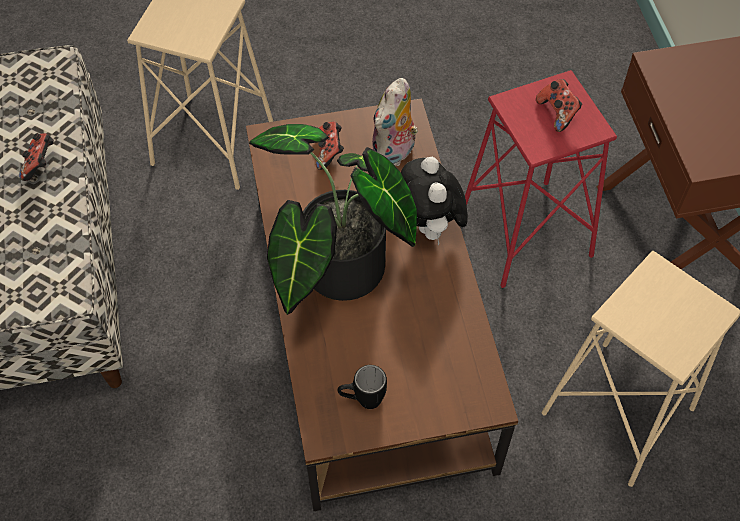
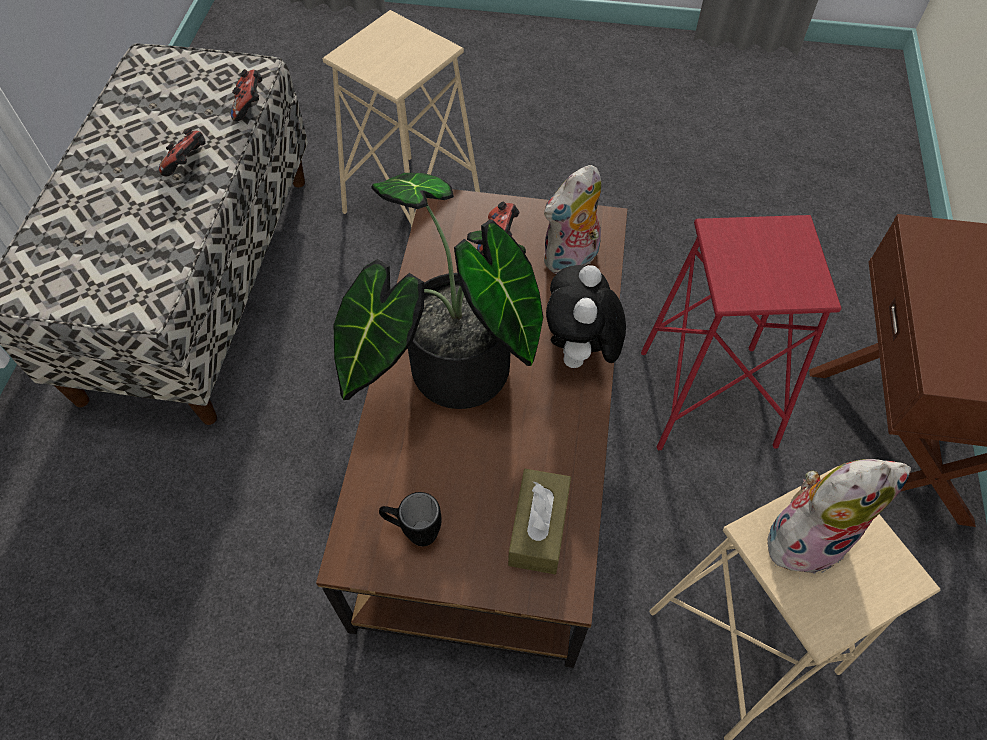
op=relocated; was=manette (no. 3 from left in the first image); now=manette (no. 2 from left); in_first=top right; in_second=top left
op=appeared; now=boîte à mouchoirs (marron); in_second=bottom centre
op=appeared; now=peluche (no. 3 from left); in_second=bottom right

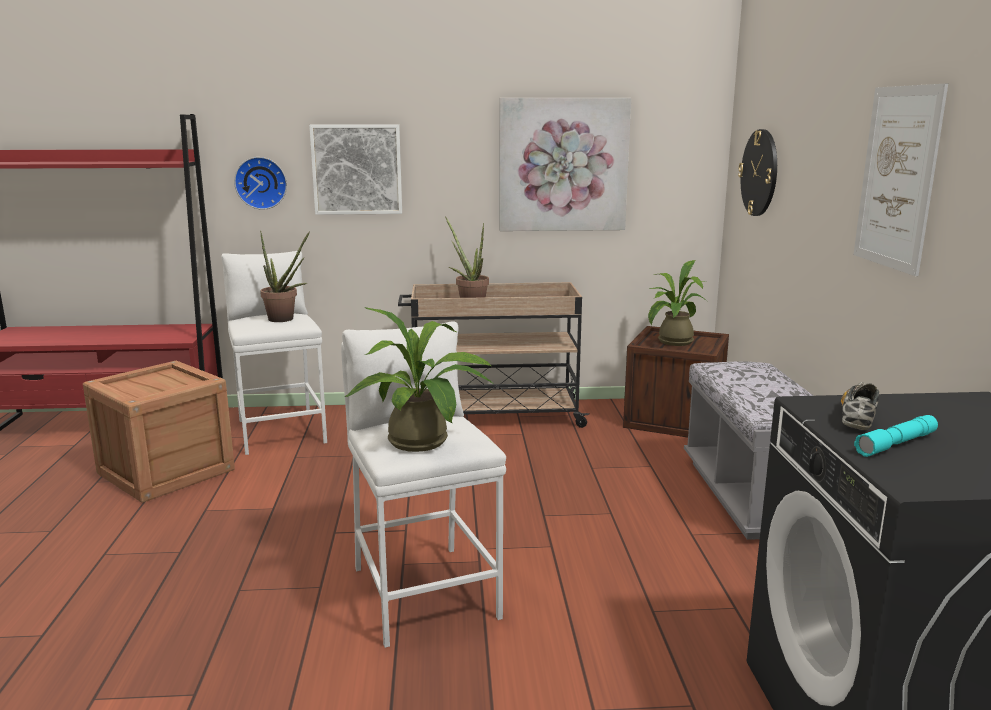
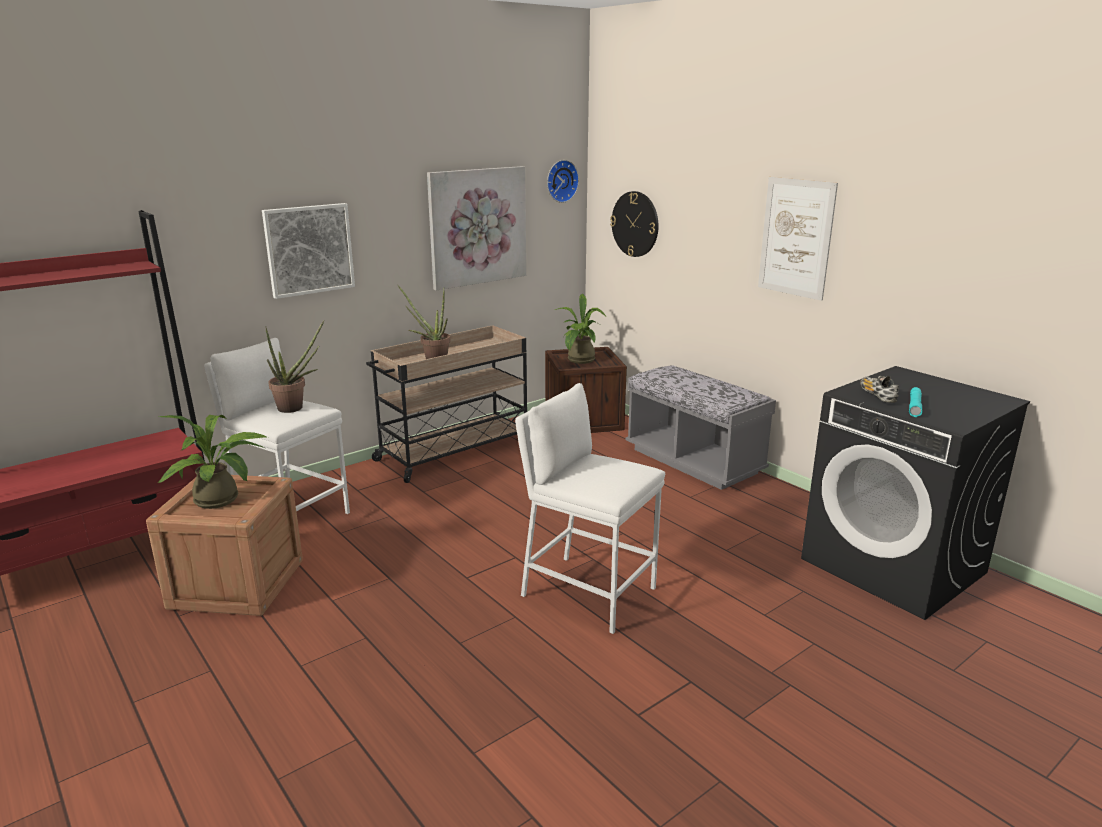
op=relocated; was=horloge murale (no. 1 from left); in_first=top left; in_second=top centre
op=relocated; was=plante en pot (no. 2 from left in the first image); now=plante en pot (no. 1 from left); in_first=centre; in_second=middle left

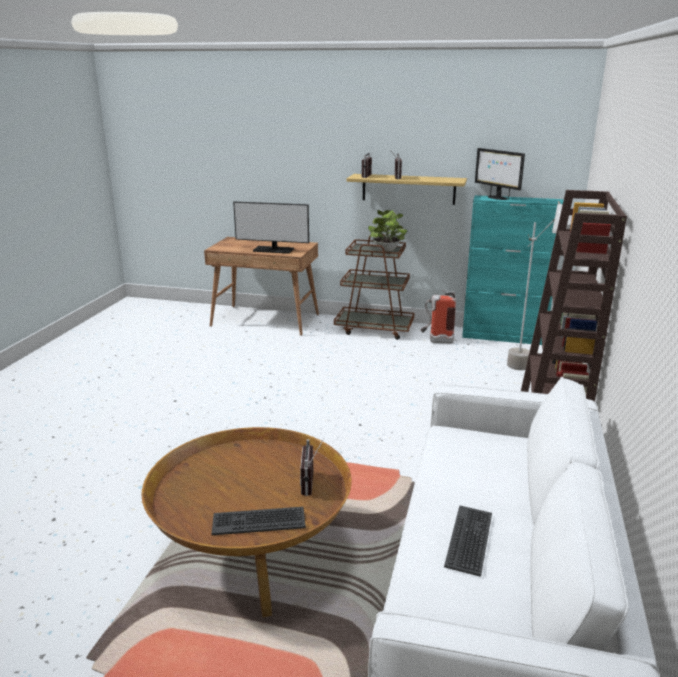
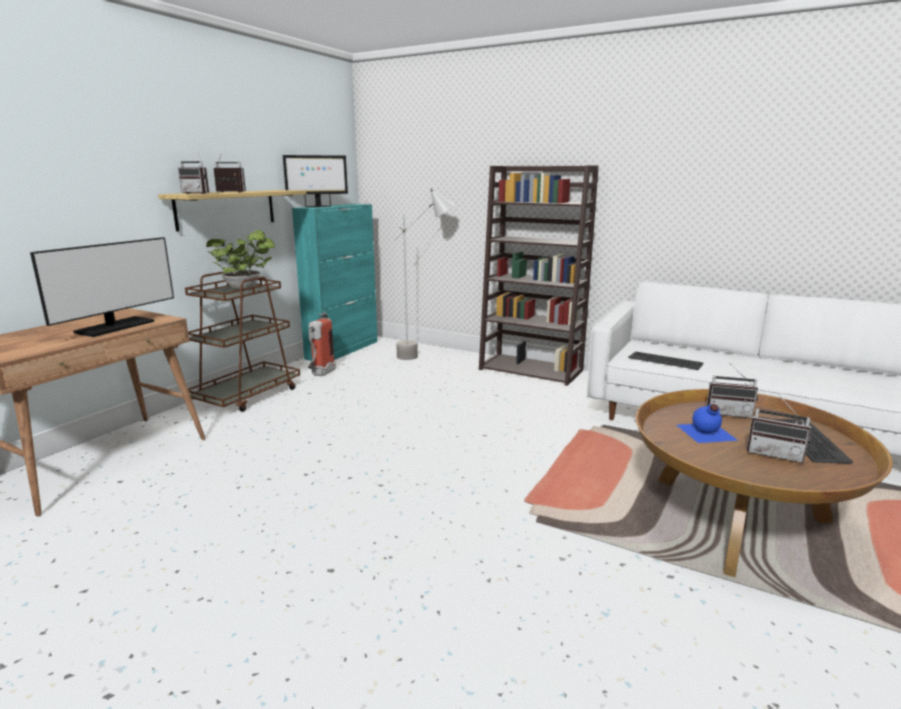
op=relocated; was=clavier (no. 2 from left in the first image); now=clavier (no. 1 from left); in_first=bottom right; in_second=middle right
op=appeared; now=bouteille (bleu); in_second=middle right
op=appeared; now=radio (no. 4 from left); in_second=middle right

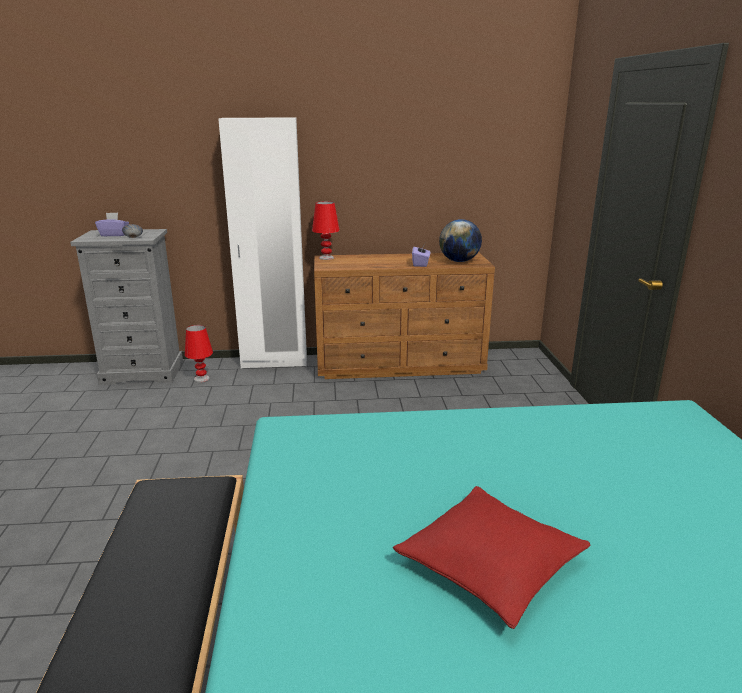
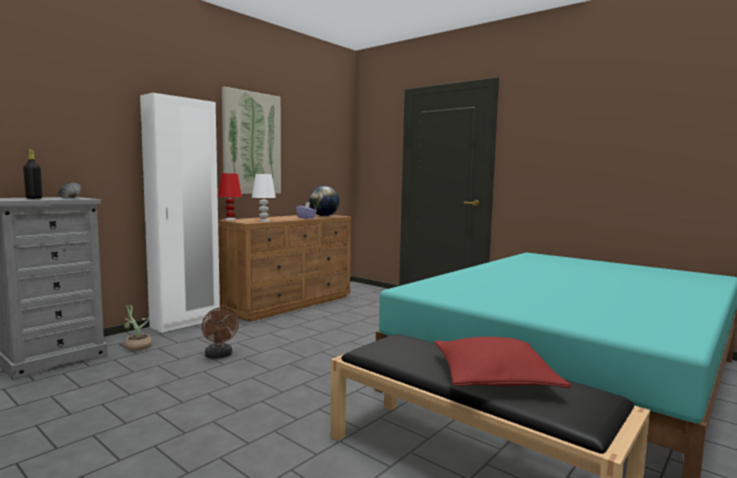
op=exchanged; was=boîte à mouchoirs (violet) (no. 1 from left); now=bouteille (noir); in_first=top left; in_second=middle left
op=exchanged; was=lampe de table (rouge) (no. 1 from left); now=plante en pot; in_first=middle left; in_second=bottom left
op=relocated; was=coussin (rouge); in_first=bottom centre; in_second=bottom right
op=appeared; now=ventilateur (marron); in_second=bottom left
op=appeared; now=tableau; in_second=top centre
op=appeared; now=lampe de table (blanc); in_second=centre

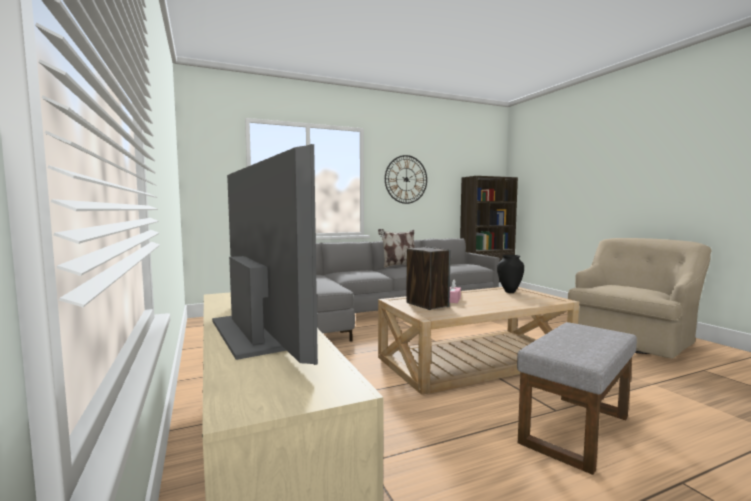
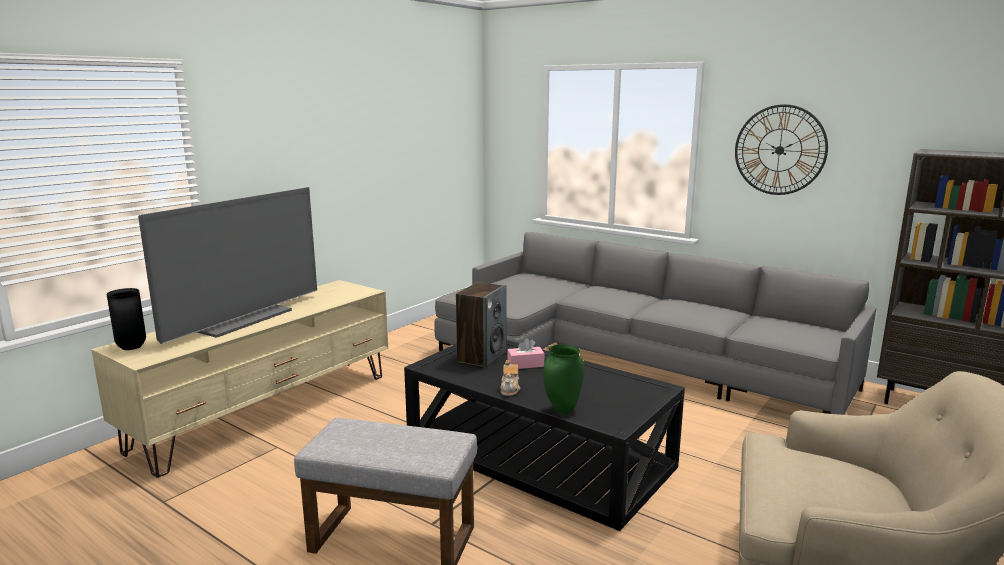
op=missing; was=coussin; in_first=centre
op=colour; was=table basse (beige); now=table basse (noir); in_first=bottom centre; in_second=bottom centre
op=relocated; was=vase (noir); in_first=middle right; in_second=middle left
op=appeared; now=théière; in_second=bottom centre
op=appeared; now=vase (vert); in_second=bottom centre

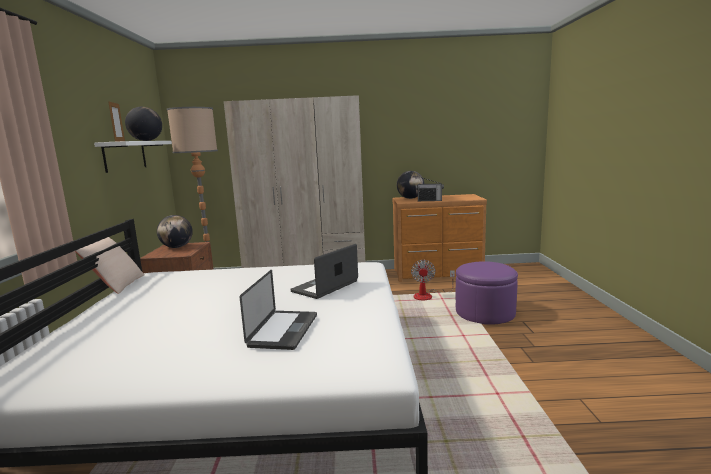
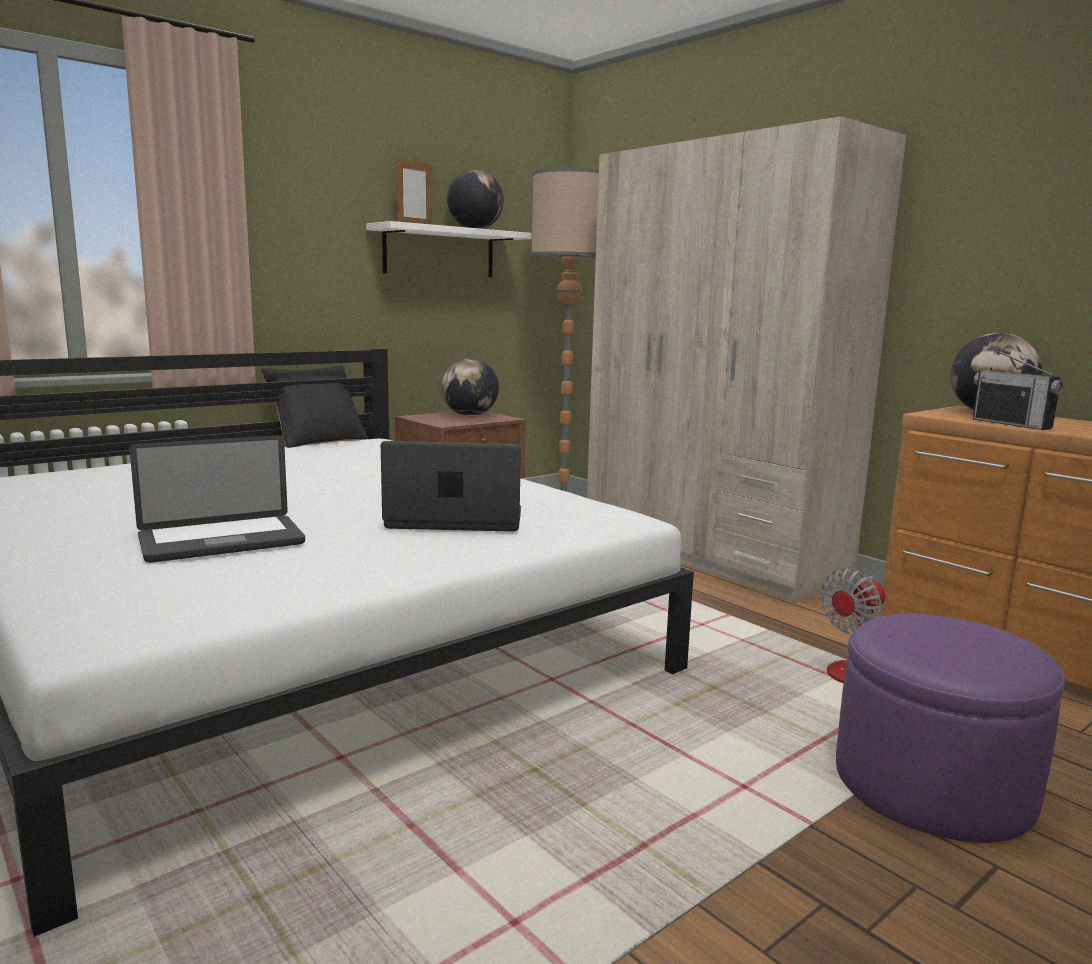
op=colour; was=coussin (beige); now=coussin (noir); in_first=middle left; in_second=middle left

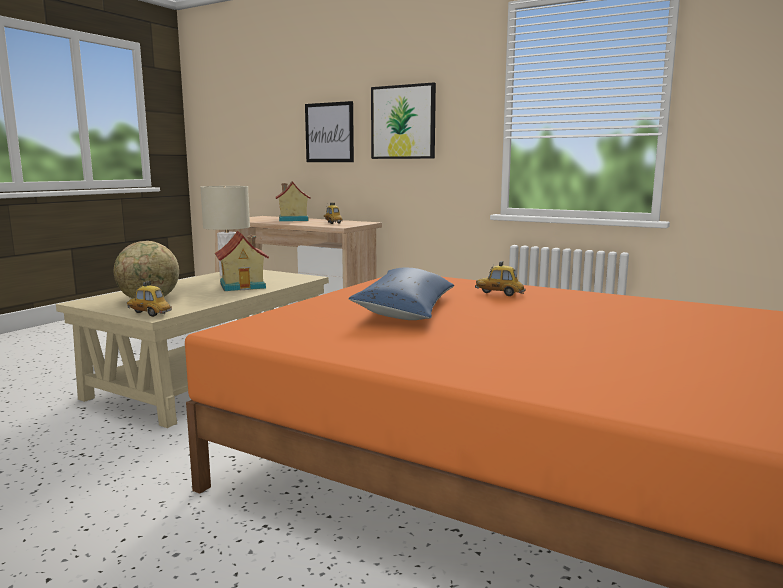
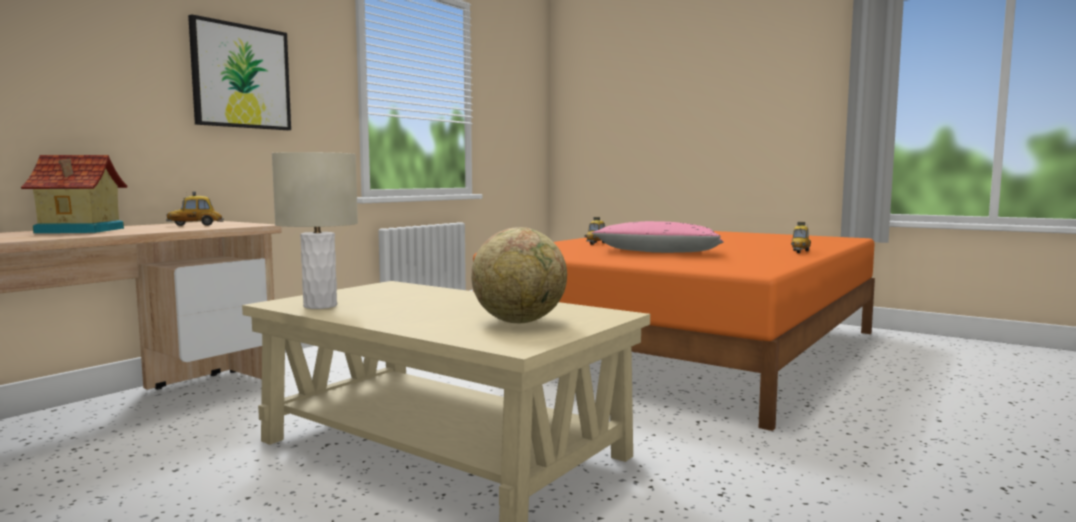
op=relocated; was=petite voiture (no. 1 from left in the first image); now=petite voiture (no. 3 from left); in_first=middle left; in_second=middle right
op=missing; was=maison miniature (no. 1 from left); in_first=middle left
op=missing; was=tableau (no. 1 from left); in_first=top centre
op=colour; was=coussin (bleu); now=coussin (rose); in_first=centre; in_second=centre

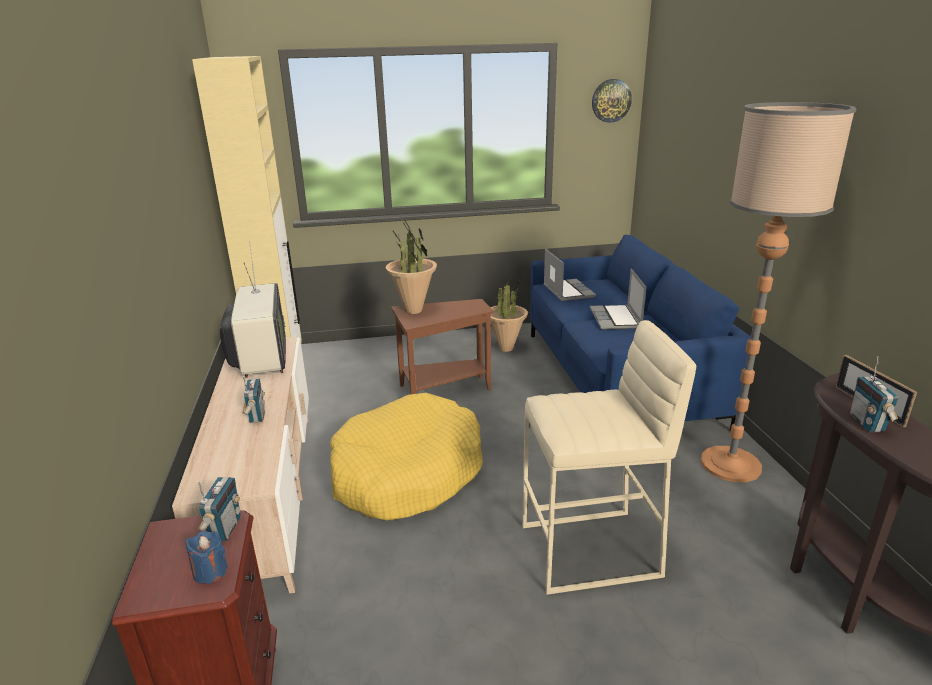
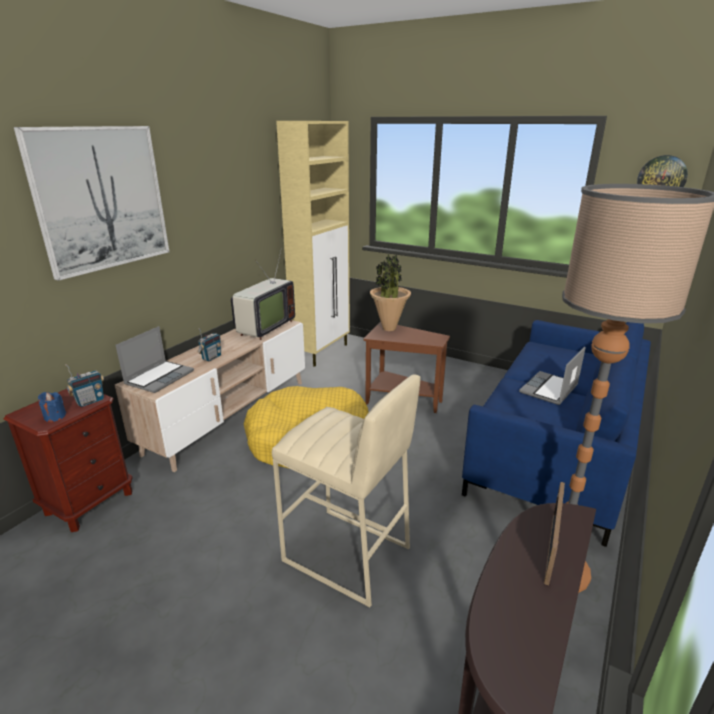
op=missing; was=plante en pot (no. 2 from left); in_first=centre
op=relocated; was=ordinateur portable (no. 1 from left); in_first=centre; in_second=middle left
op=missing; was=radio (no. 3 from left); in_first=middle right
op=appeared; now=tableau; in_second=top left

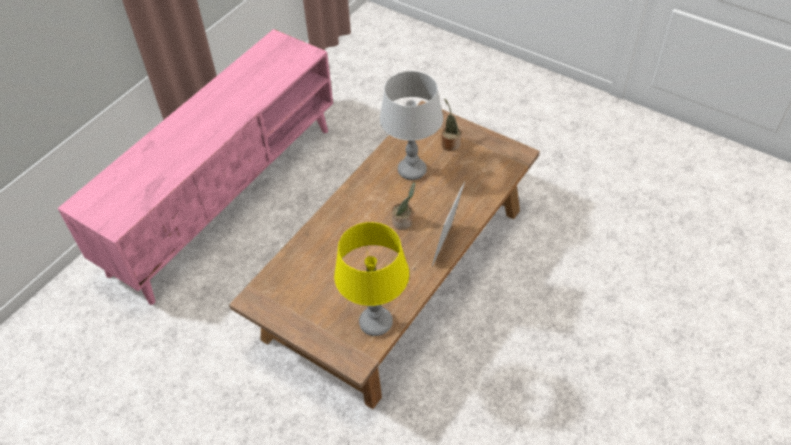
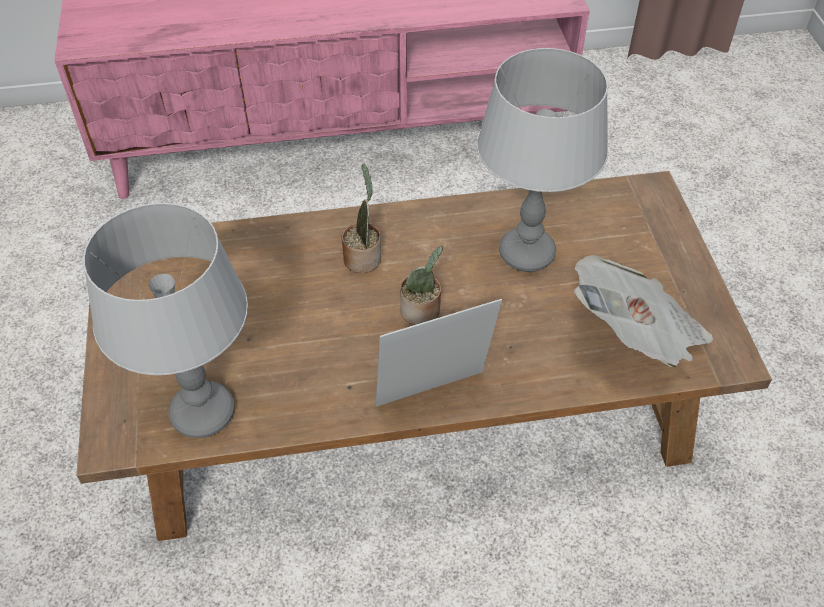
op=colour; was=lampe de table (jaune); now=lampe de table (gris) (no. 1 from left); in_first=centre; in_second=middle left
op=relocated; was=plante en pot (no. 2 from left in the first image); now=plante en pot (no. 1 from left); in_first=top centre; in_second=centre
op=appeared; now=journal; in_second=middle right

